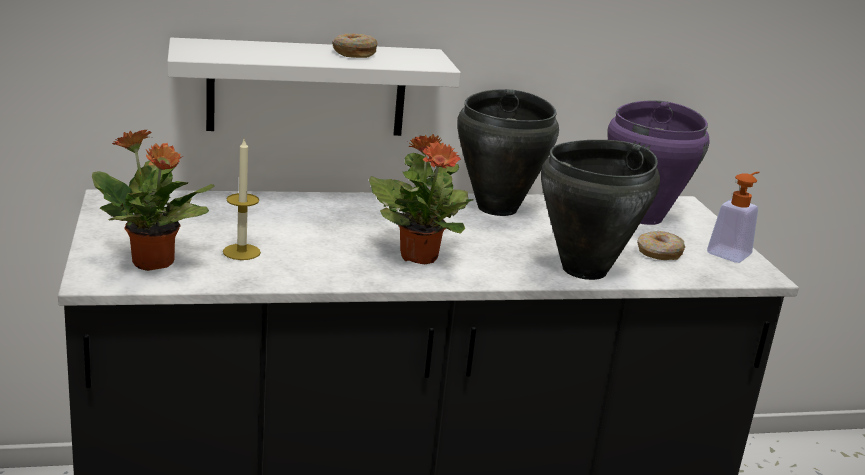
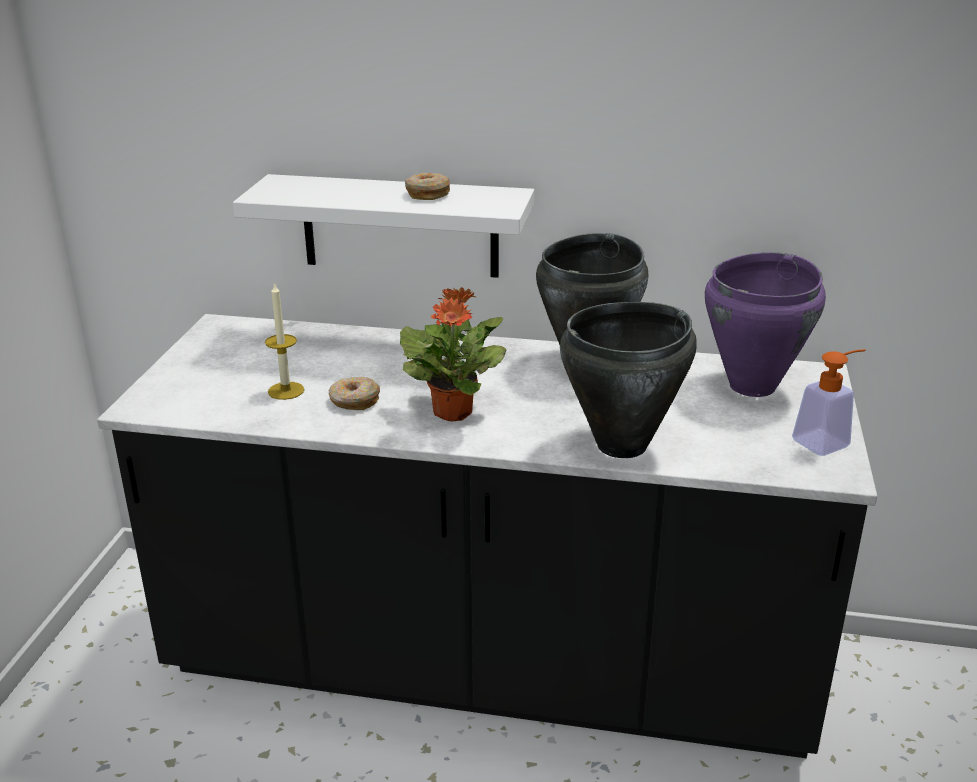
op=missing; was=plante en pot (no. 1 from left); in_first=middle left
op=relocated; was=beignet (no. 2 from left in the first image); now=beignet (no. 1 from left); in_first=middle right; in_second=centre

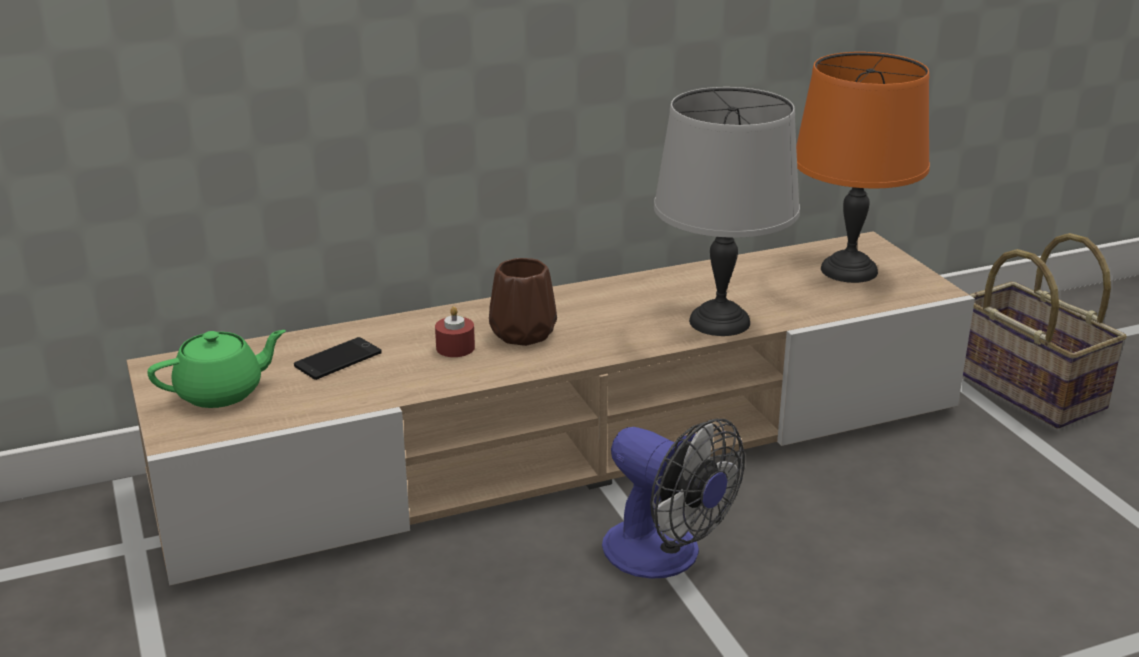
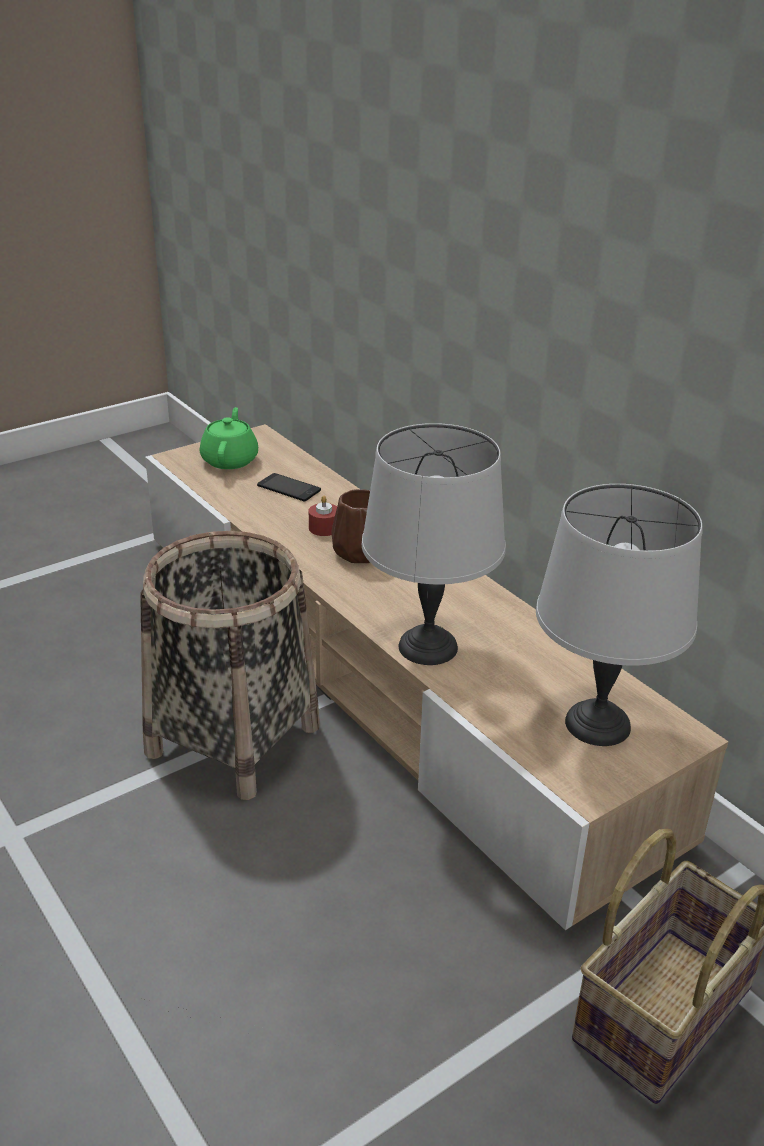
op=spun; was=théière (vert); in_first=middle left; in_second=middle left; clockwise=-135
op=exchanged; was=ventilateur; now=panier (no. 1 from left); in_first=bottom centre; in_second=middle left
op=colour; was=lampe de table (orange); now=lampe de table (gris) (no. 2 from left); in_first=top right; in_second=middle right

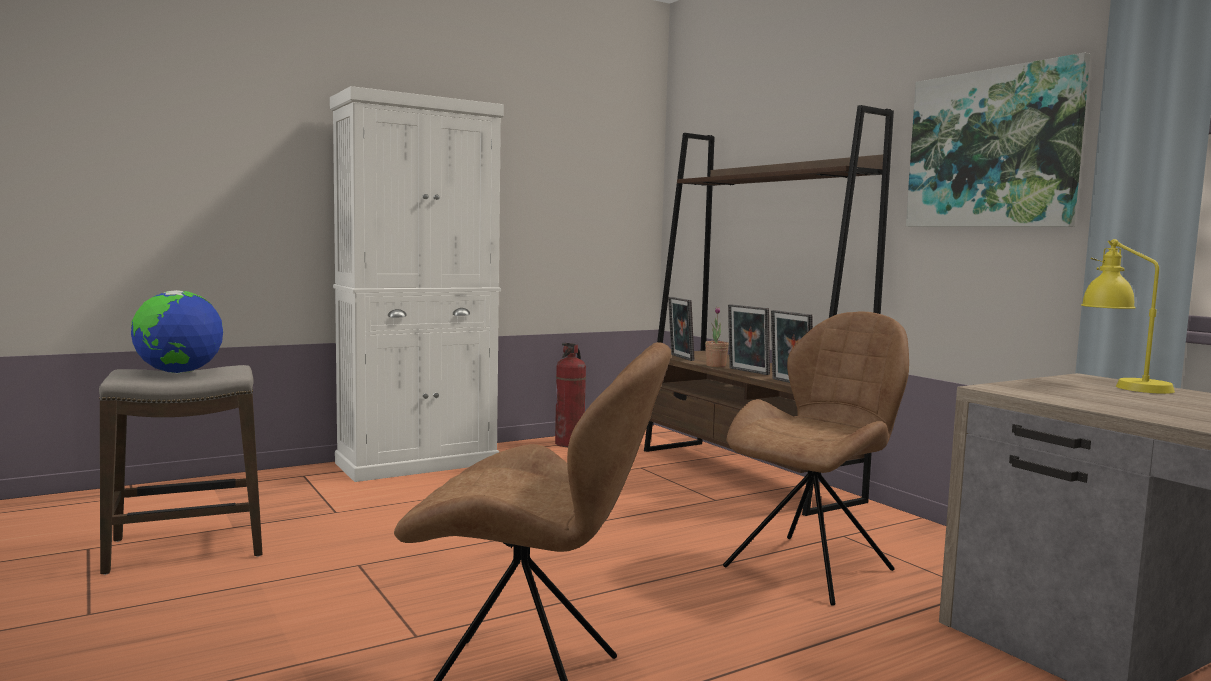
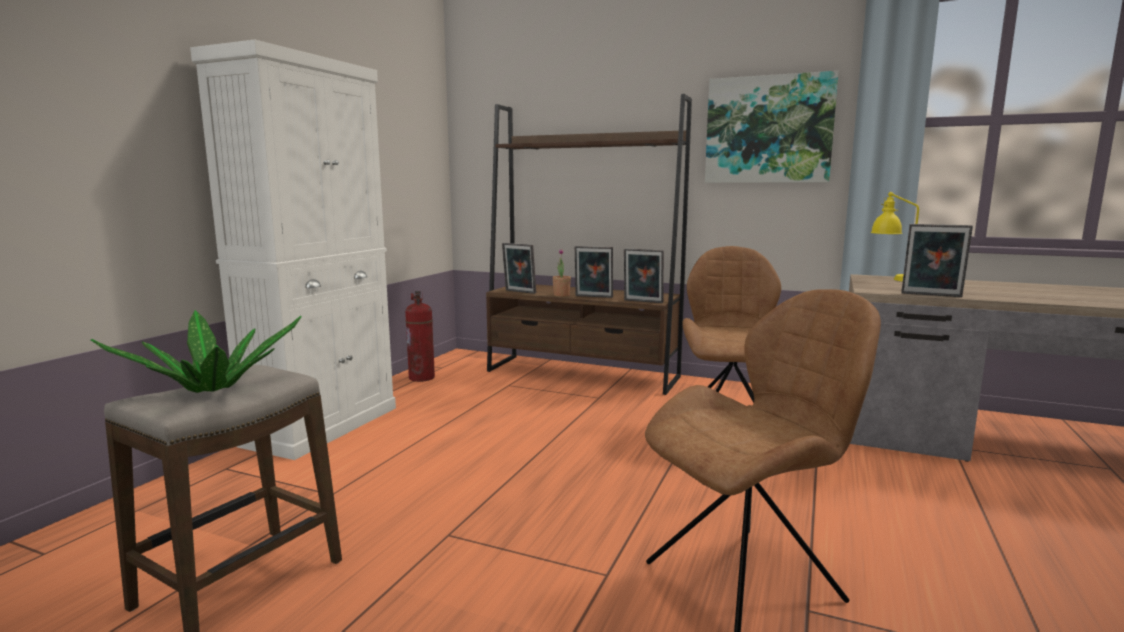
op=exchanged; was=globe; now=plante en pot (no. 1 from left); in_first=middle left; in_second=middle left
op=appeared; now=cadre photo (no. 4 from left); in_second=middle right

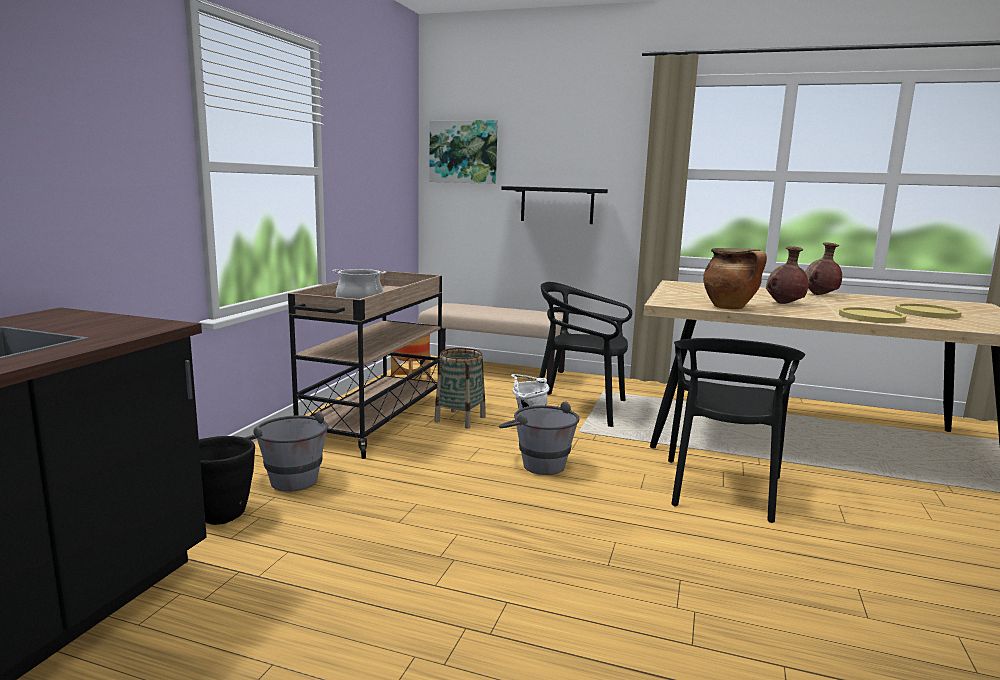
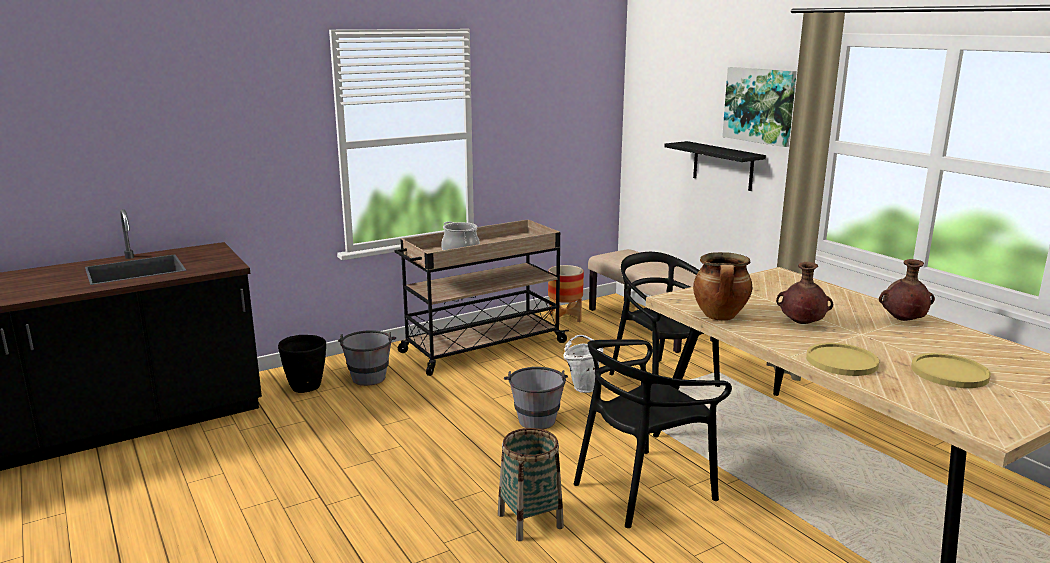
op=relocated; was=tableau; in_first=top centre; in_second=top right
op=relocated; was=panier; in_first=centre; in_second=bottom centre

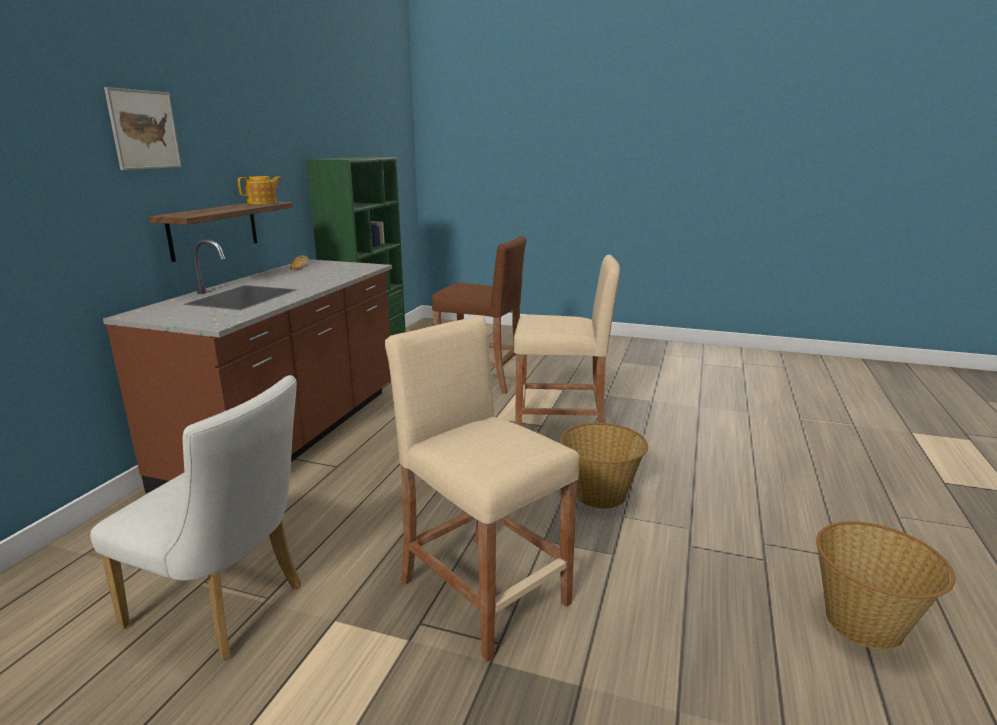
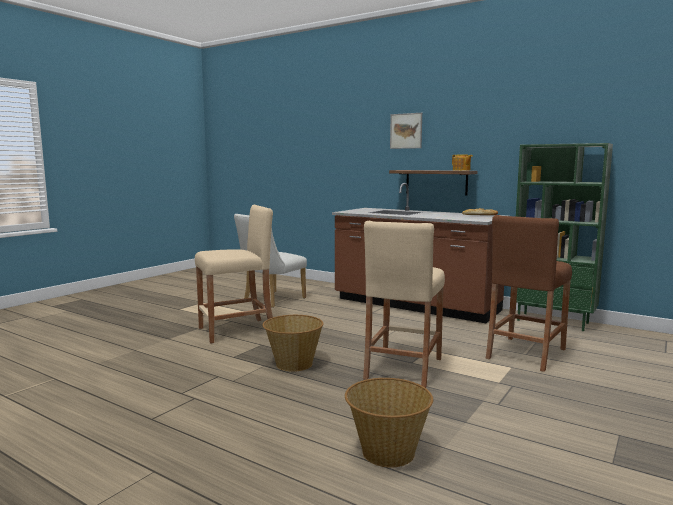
op=relocated; was=panier (no. 2 from left); in_first=bottom right; in_second=bottom centre

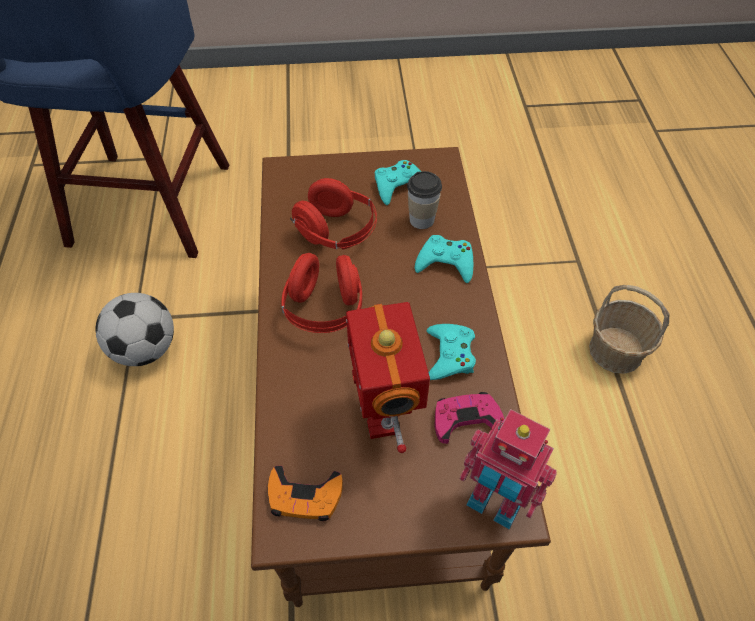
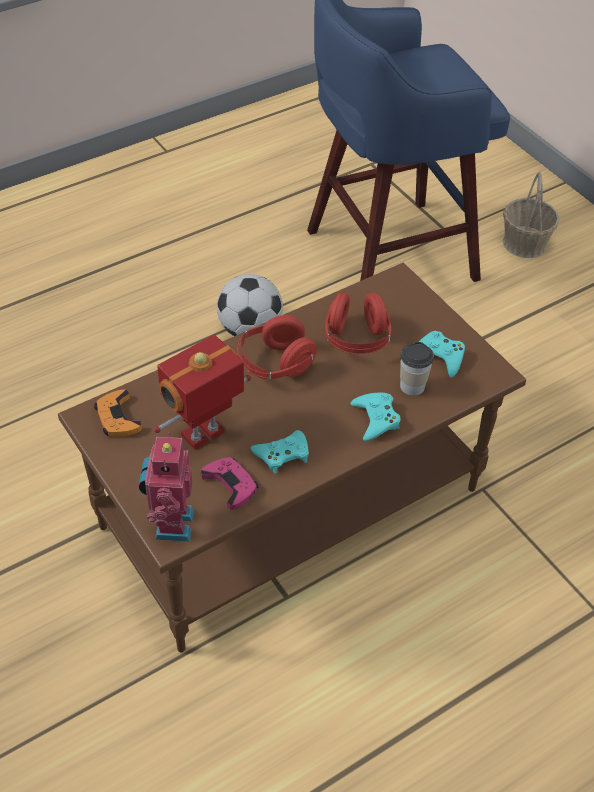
op=relocated; was=panier; in_first=middle right; in_second=top right

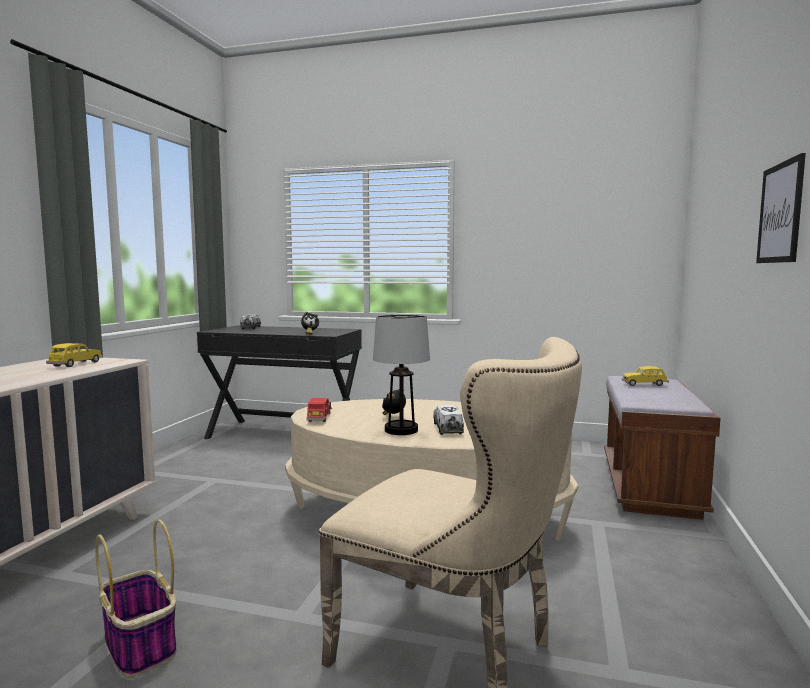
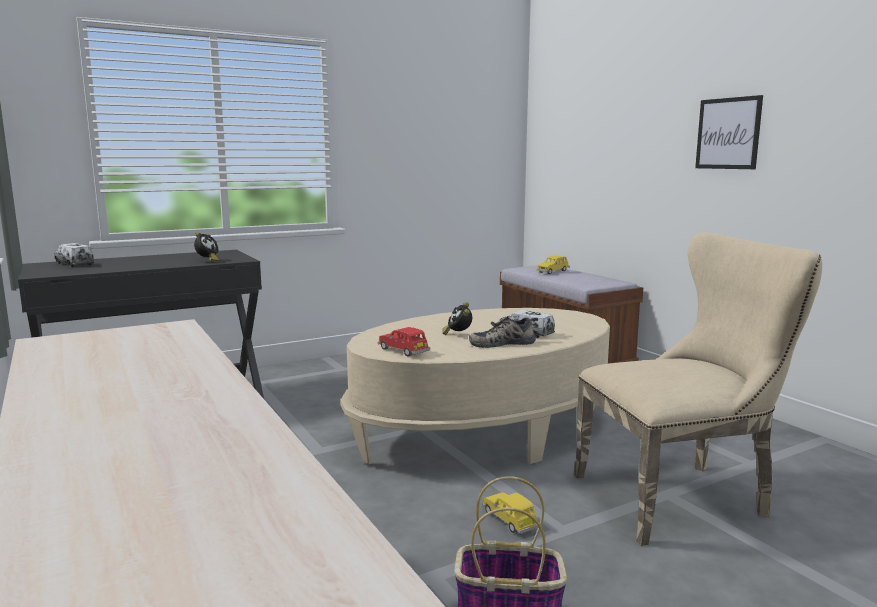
op=relocated; was=petite voiture (jaune) (no. 1 from left); in_first=middle left; in_second=bottom centre
op=exchanged; was=lampe de table; now=chaussure; in_first=centre; in_second=centre

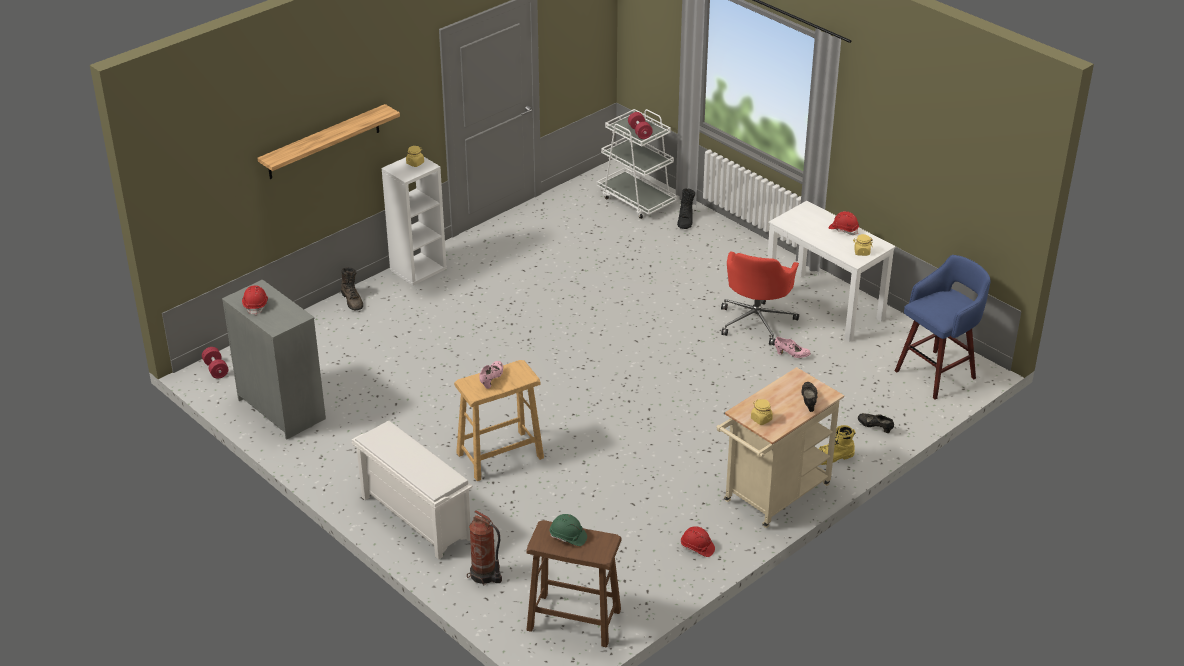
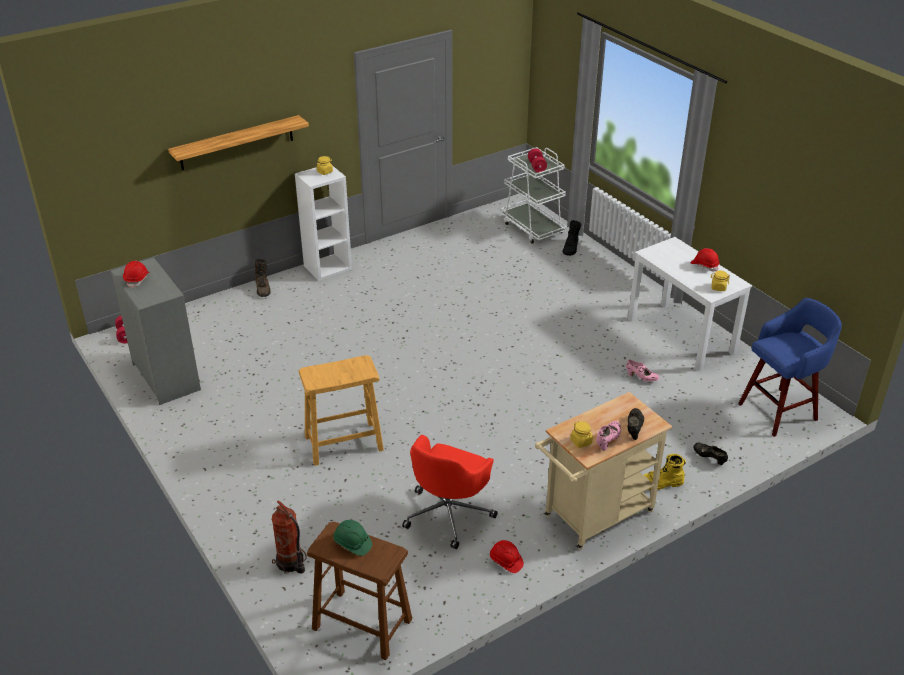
op=missing; was=étagère à chaussures (blanc); in_first=bottom centre
op=relocated; was=chaussure (rose) (no. 1 from left); in_first=centre; in_second=middle right
op=relocated; was=chaise de bureau (rouge); in_first=centre; in_second=bottom centre

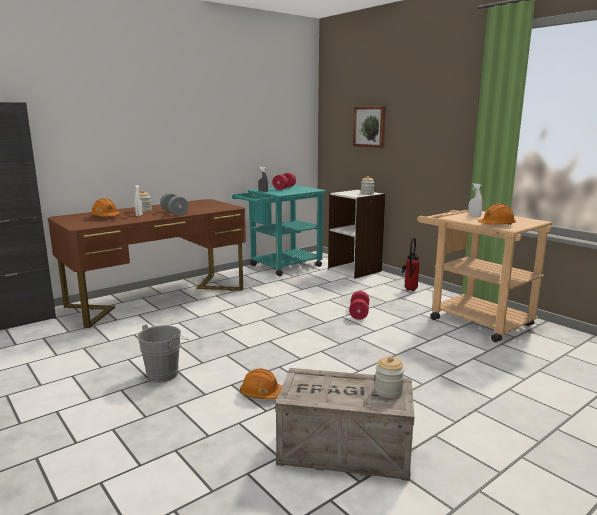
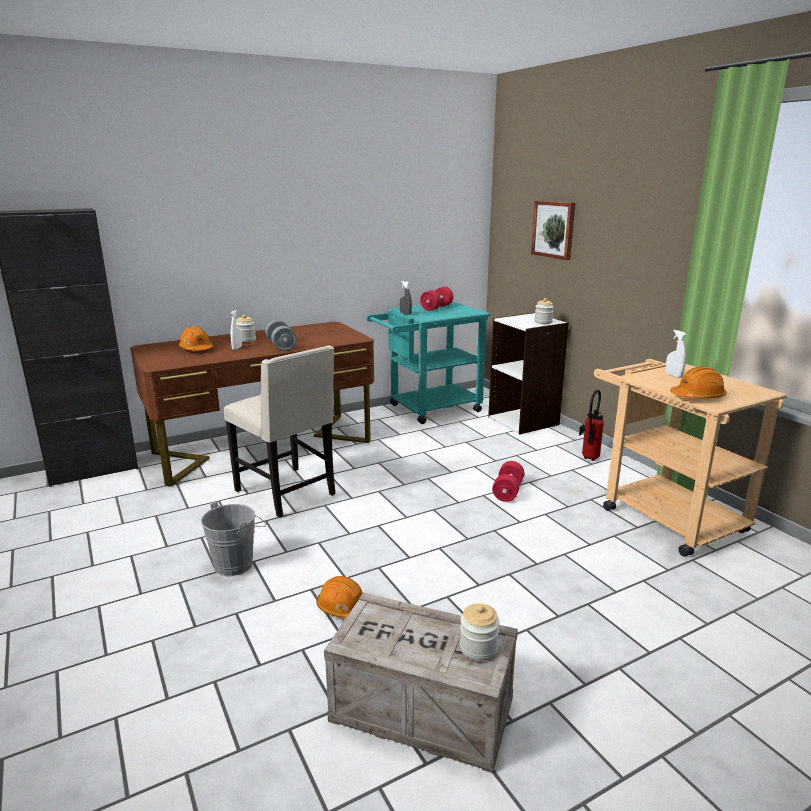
op=appeared; now=chaise (beige); in_second=centre

